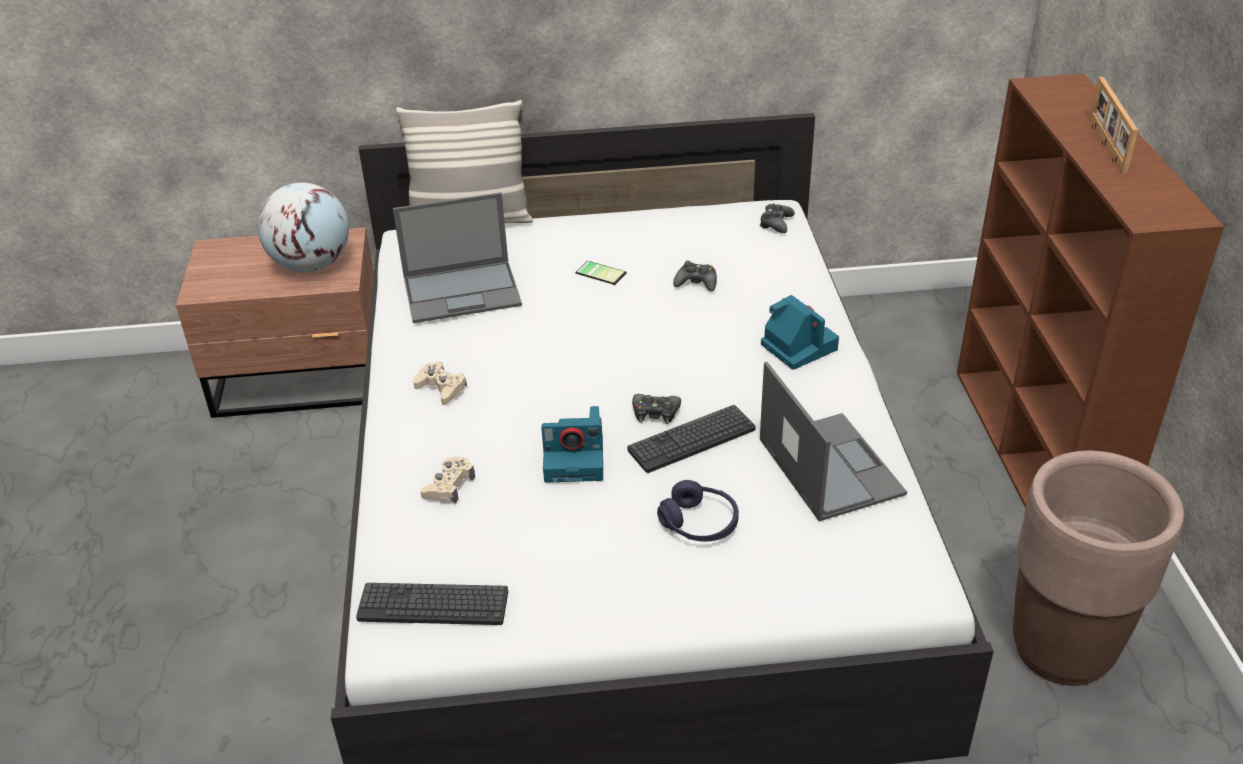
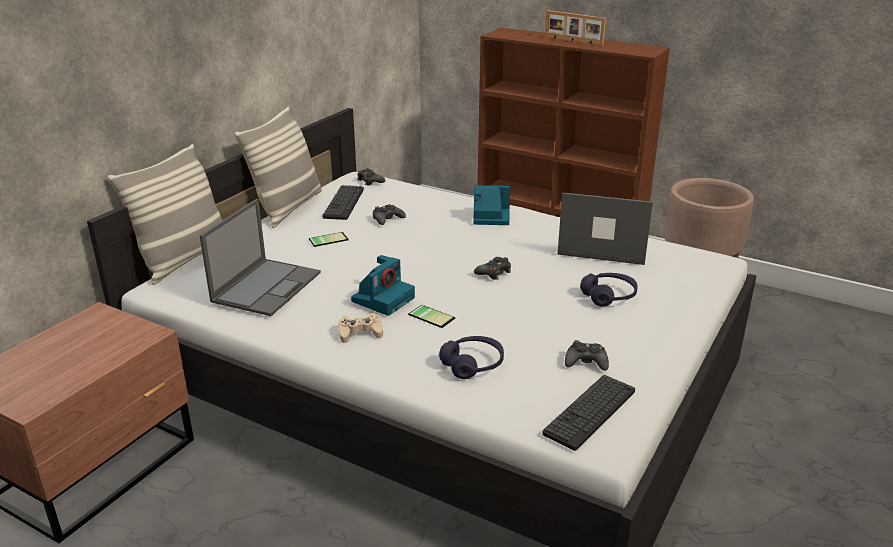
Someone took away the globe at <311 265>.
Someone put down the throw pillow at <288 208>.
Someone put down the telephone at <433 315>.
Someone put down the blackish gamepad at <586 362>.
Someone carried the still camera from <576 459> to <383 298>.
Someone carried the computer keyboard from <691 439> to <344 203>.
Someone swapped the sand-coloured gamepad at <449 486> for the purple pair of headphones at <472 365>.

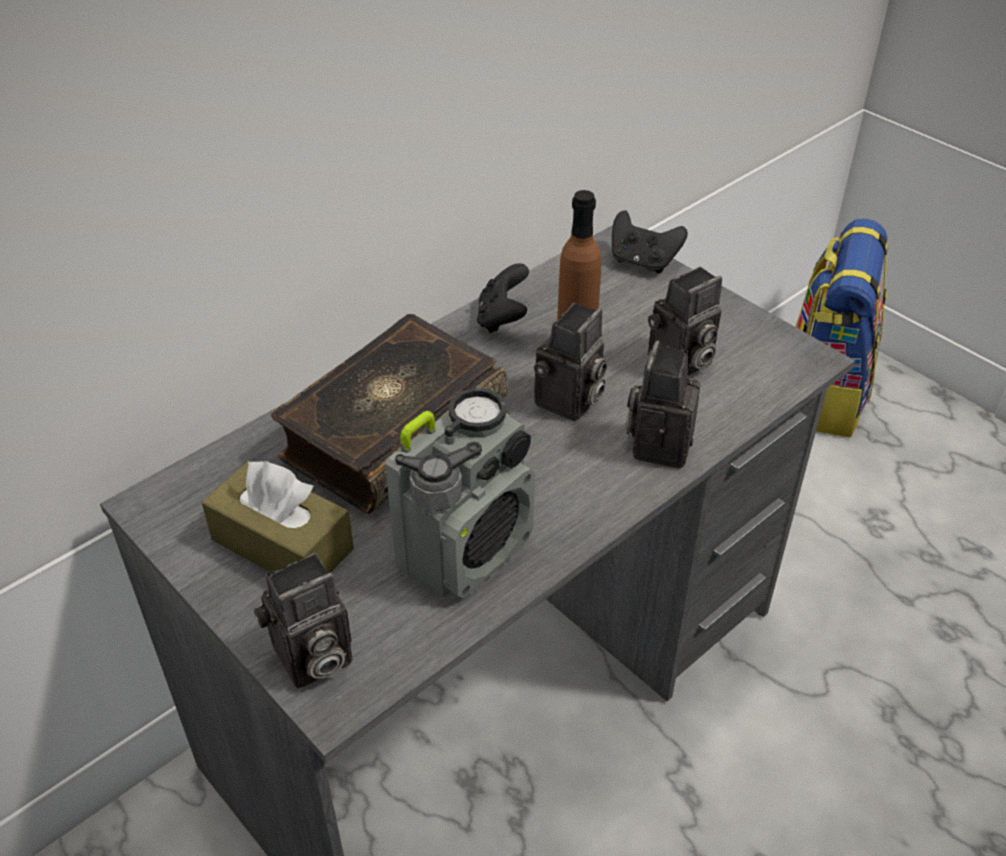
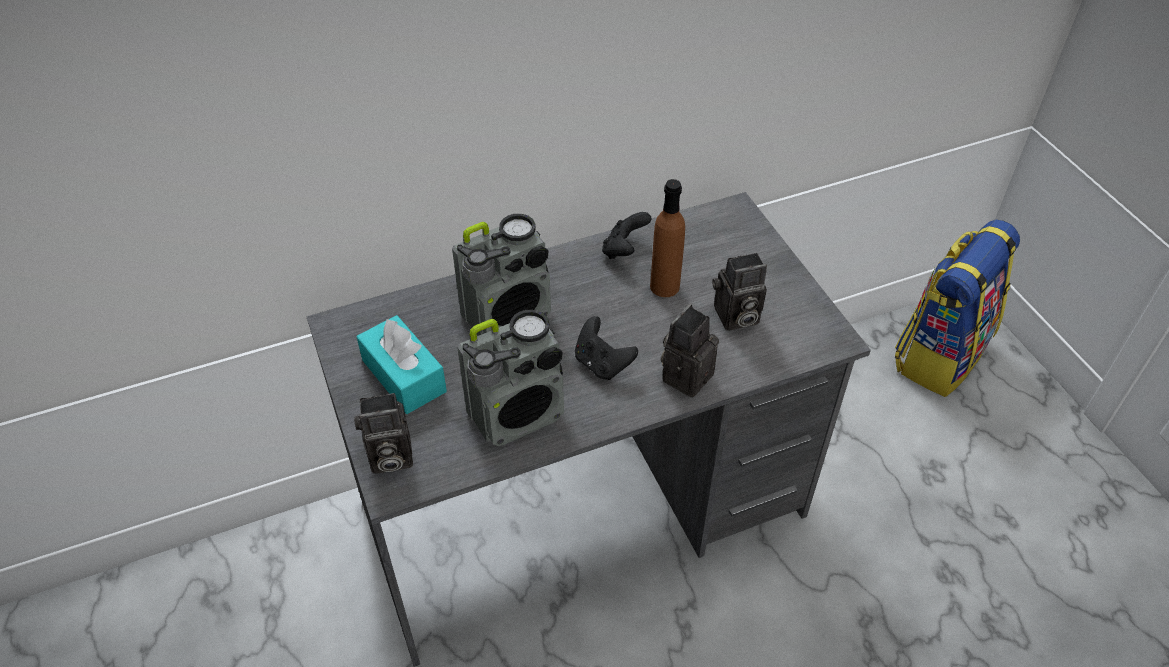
Someone took away the still camera at <569 403>.
Someone carried the blackish gamepad from <642 262> to <602 364>.
Someone swapped the book at <392 431> for the radio receiver at <508 315>.
Someone repainted the brown-coloured tissue holder at <282 544>, which became the blue-green tissue holder at <404 376>.

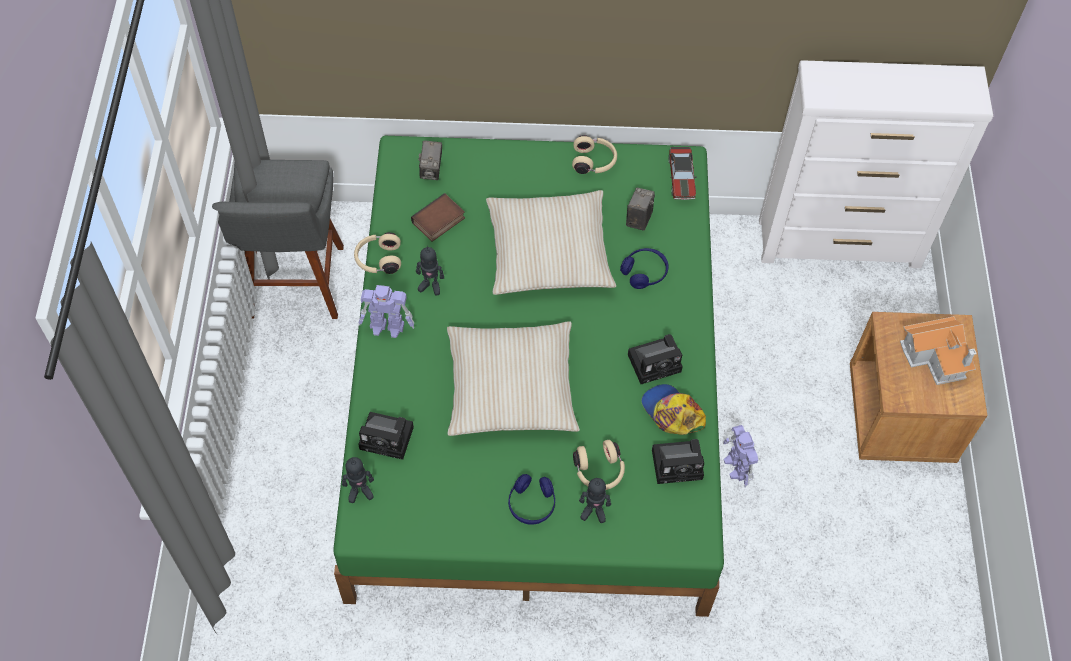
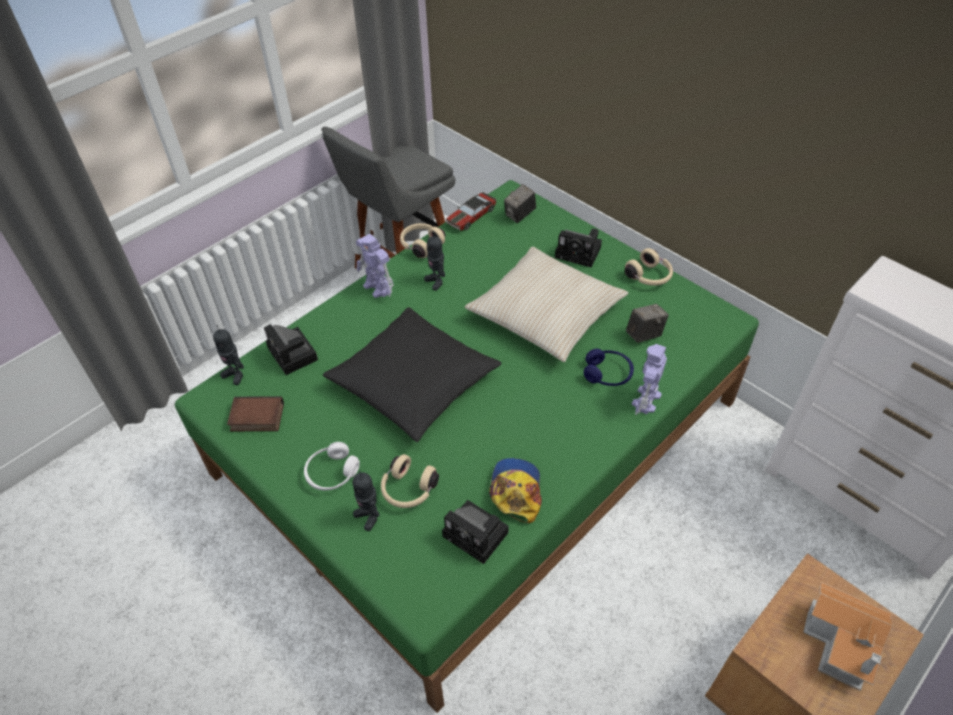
Someone carried the book from <438 221> to <256 418>.
Someone carried the still camera from <656 362> to <580 253>.
Someone carried the miniature car from <681 178> to <471 216>.
Someone carried the model robot from <737 467> to <646 400>.
Someone repainted the sand-coloured throw pillow at <511 387>, which became the blackish throw pillow at <413 382>.
Someone repainted the blue pair of headphones at <531 504>, which became the white-coloured pair of headphones at <332 473>.

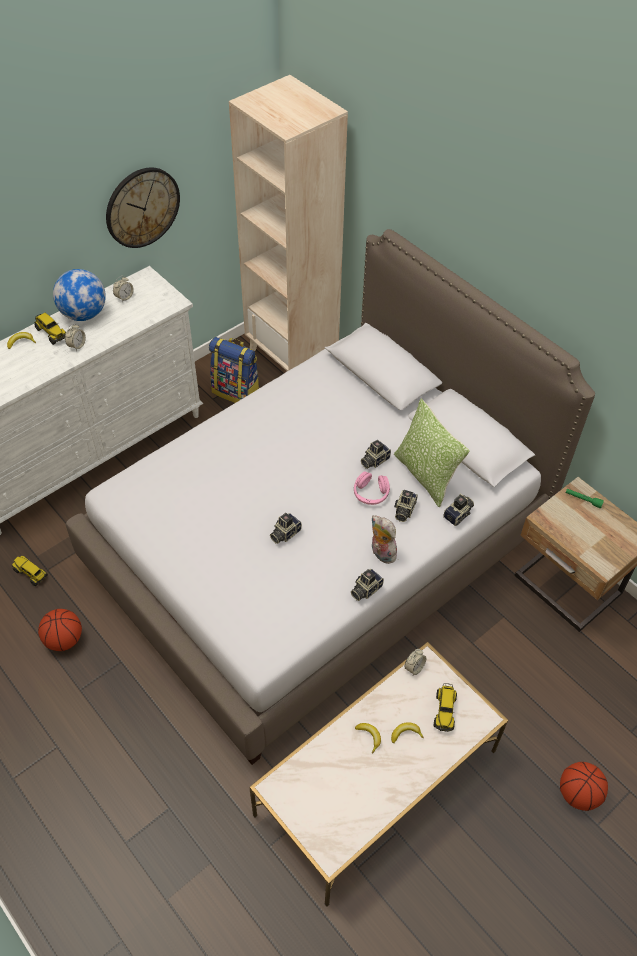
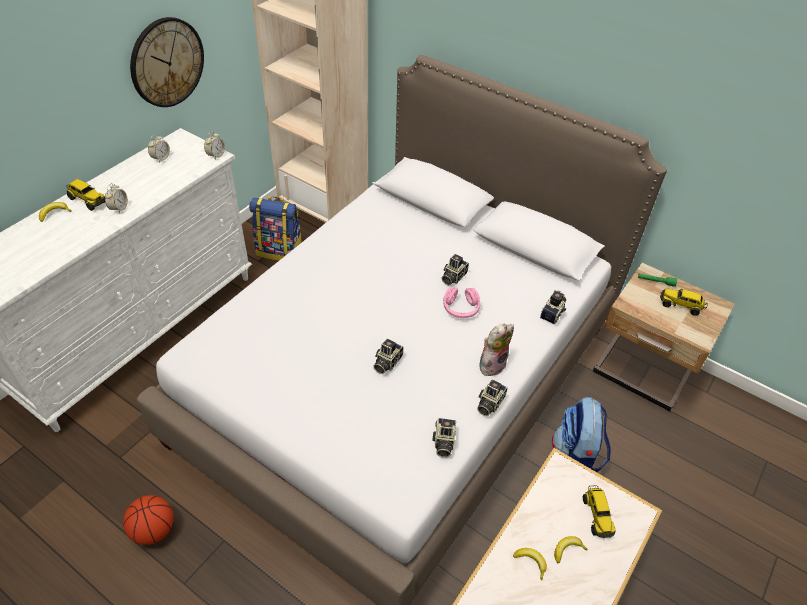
Someone took away the globe at <84 314>.
Someone took away the throw pillow at <425 475>.
Someone took away the basketball at <578 794>.
Someone put down the backpack at <575 457>.
Someone carried the toy truck from <31 573> to <680 305>.
Someone carried the still camera from <403 510> to <443 442>.
Someone carried the alarm clock from <414 667> to <216 155>.
Someone rotated the plush toy at <381 553> by 105 degrees clockwise.

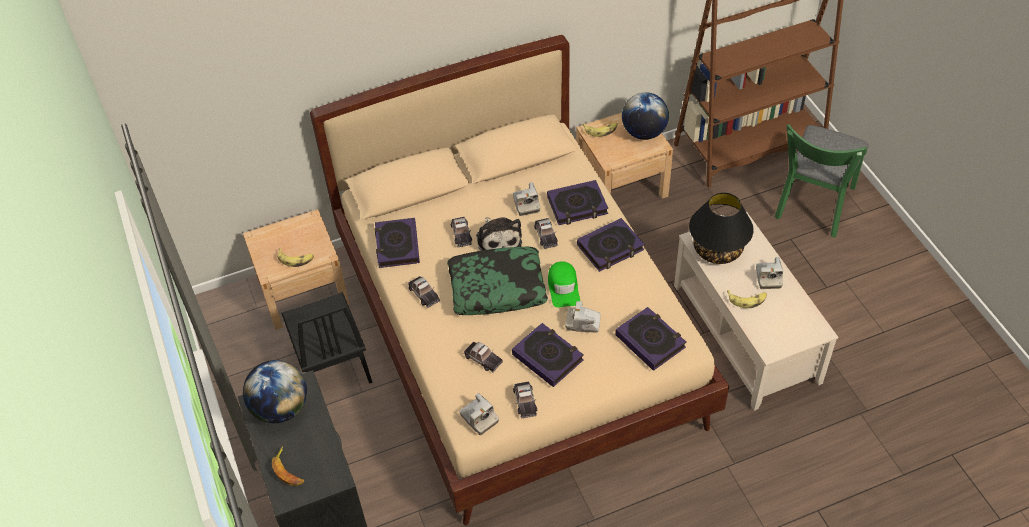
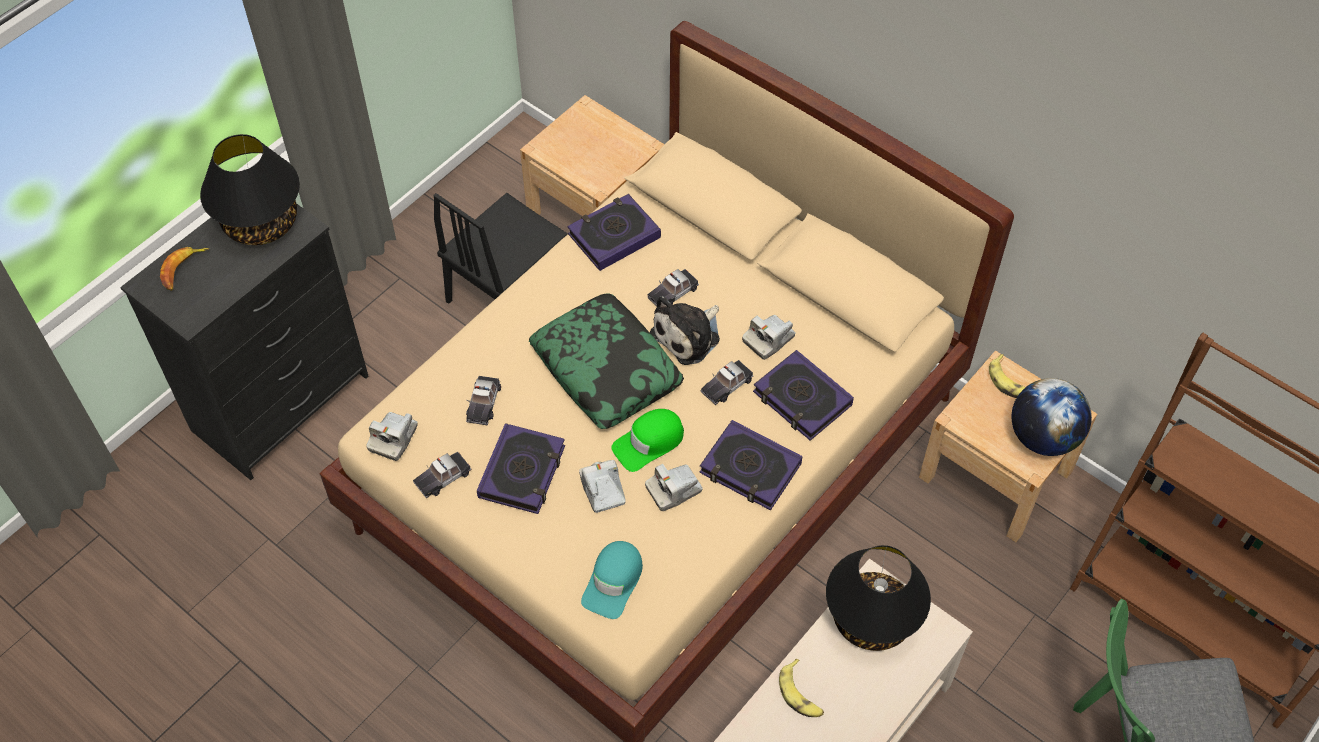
Someone took away the banana at <296 259>.
Someone took away the miniature car at <424 294>.
Someone carried the still camera from <768 277> to <673 490>.
Someone swapped the globe at <280 408> for the blackish tabletop lamp at <262 223>.
Someone swapped the book at <650 341> for the blue-green peaked cap at <613 582>.

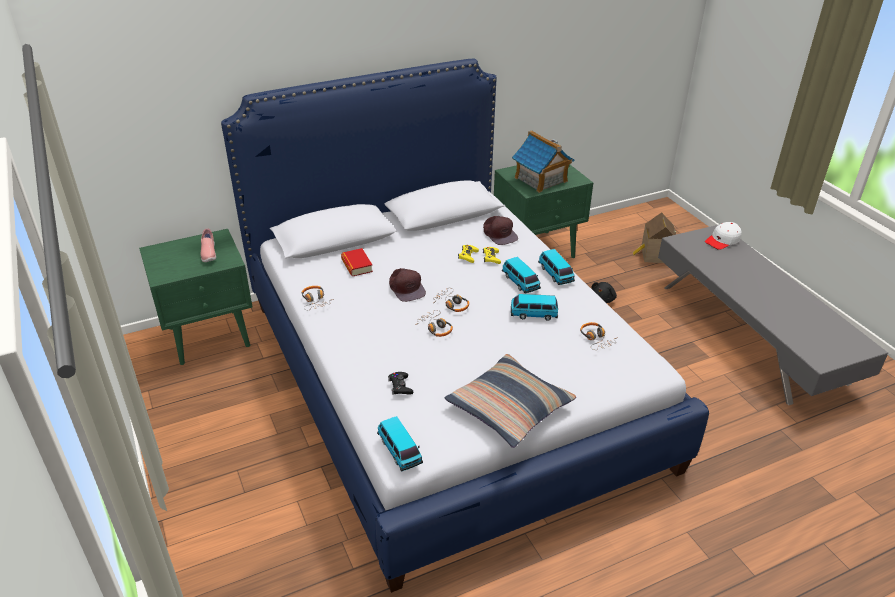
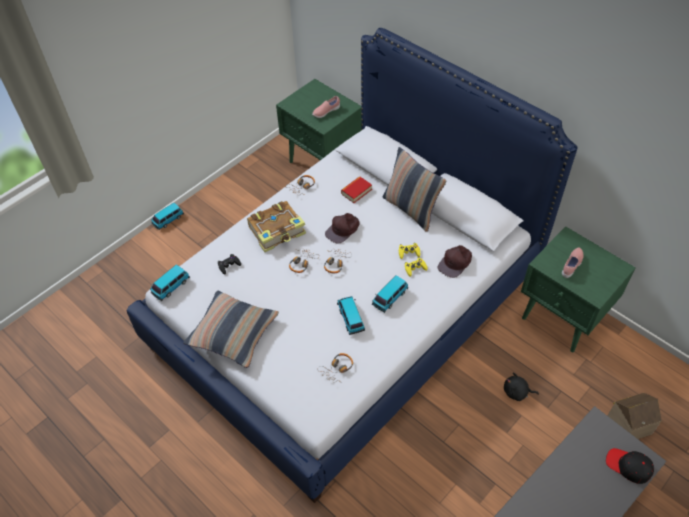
Someone put down the book at <277 231>.
Someone put down the throw pillow at <411 209>.
Someone carried the miniature car from <555 274> to <168 220>.
Someone swapped the toy house at <541 180> for the pink low shoe at <572 266>.
Someone repainted the white-coloured peaked cap at <722 240>, which became the blackish peaked cap at <628 466>.

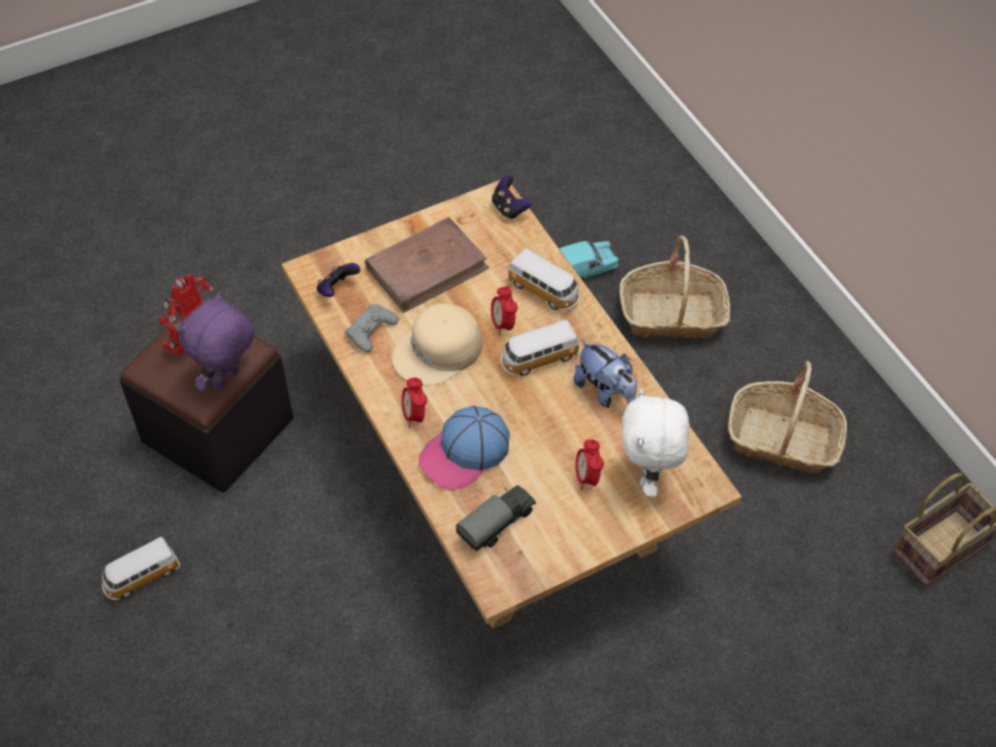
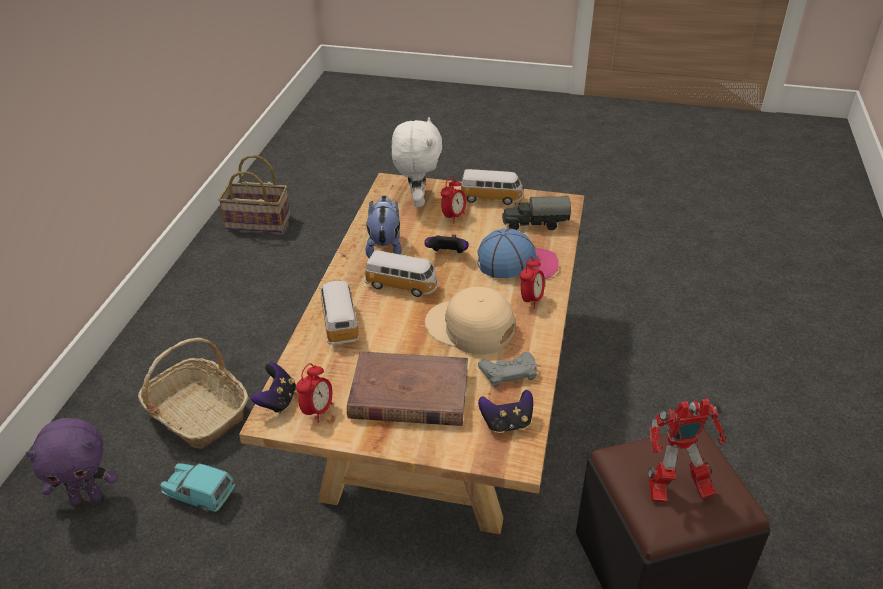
Someone took away the storage basket at <783 440>.
Someone put down the gamepad at <447 255>.
Someone carried the miniature car from <141 577> to <491 198>.
Someone carried the purple plush toy from <227 380> to <87 498>.
Someone carried the alarm clock from <503 324> to <317 411>.
Someone rotated the sand-coloured peaked cap at <439 352> by 150 degrees counterclockwise.
Someone rotated the white-coloured plush toy at <649 477> by 45 degrees counterclockwise.

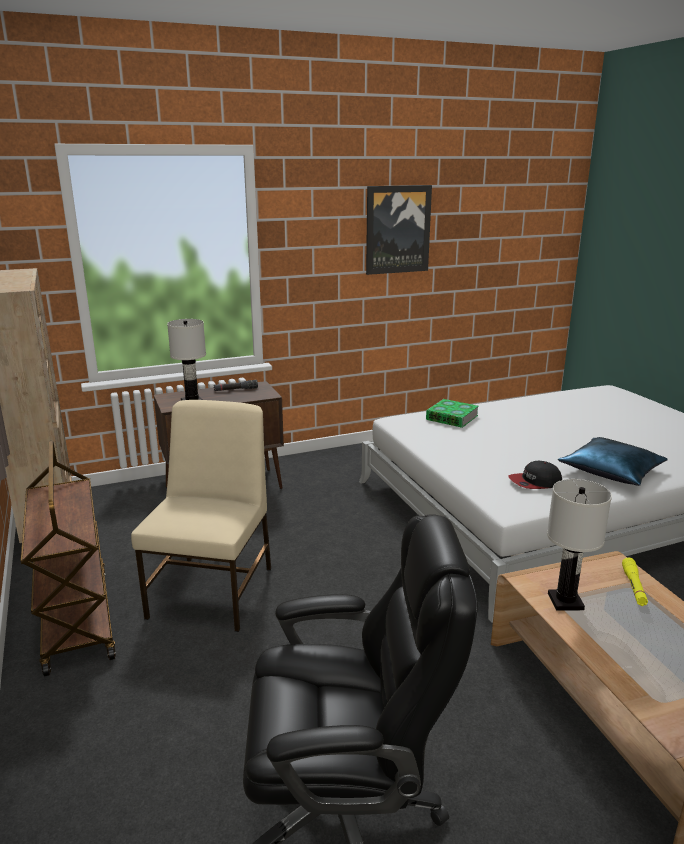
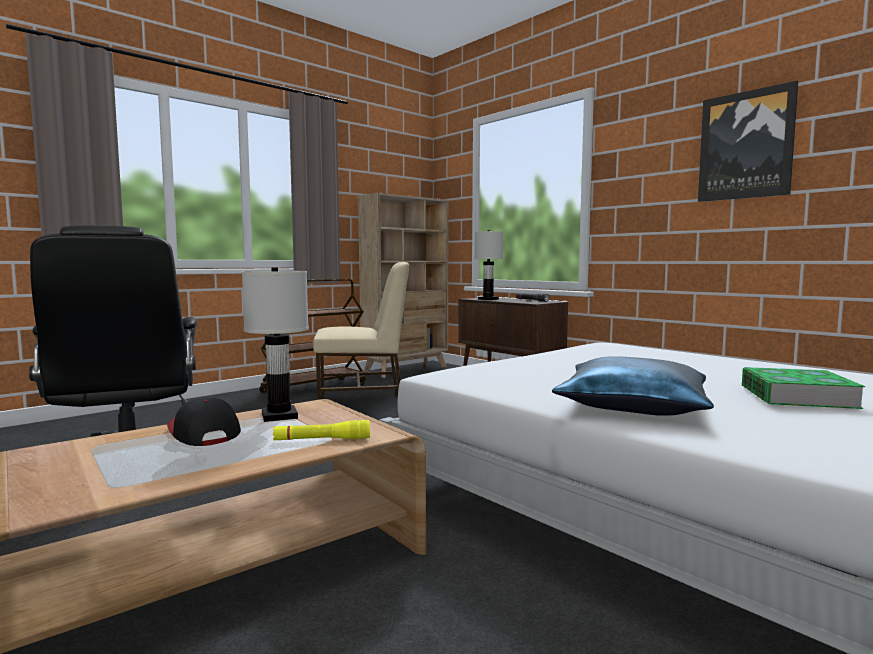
Someone carried the book from <452 417> to <797 396>.
Someone carried the peaked cap from <535 483> to <203 432>.

